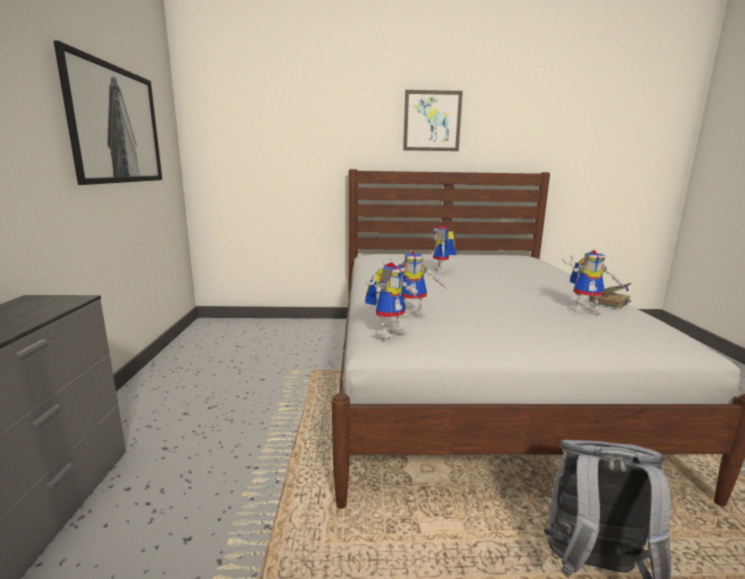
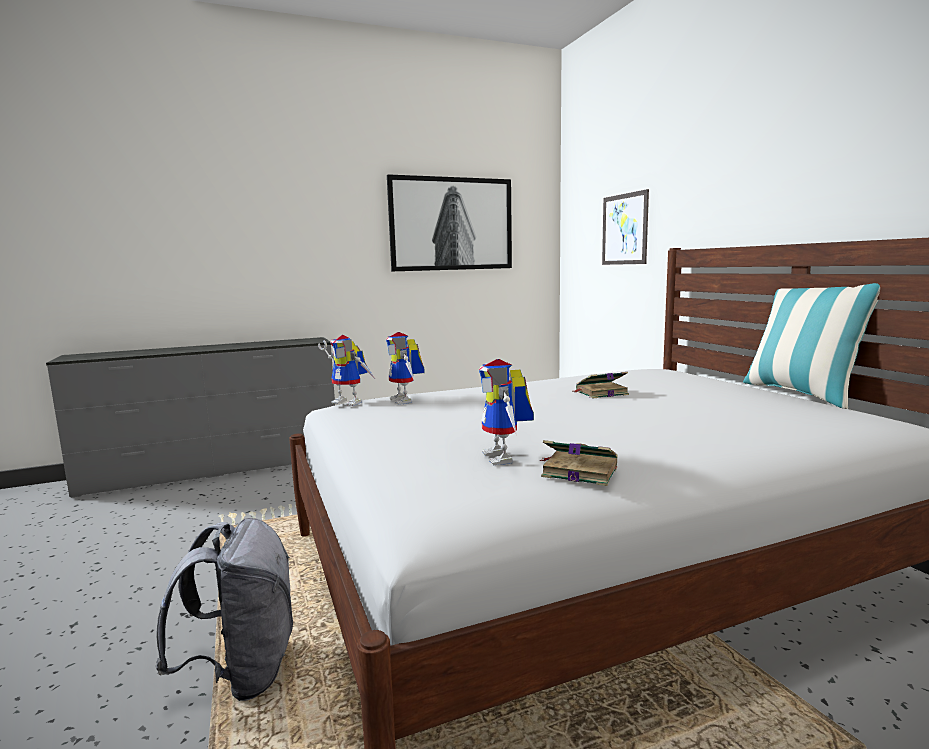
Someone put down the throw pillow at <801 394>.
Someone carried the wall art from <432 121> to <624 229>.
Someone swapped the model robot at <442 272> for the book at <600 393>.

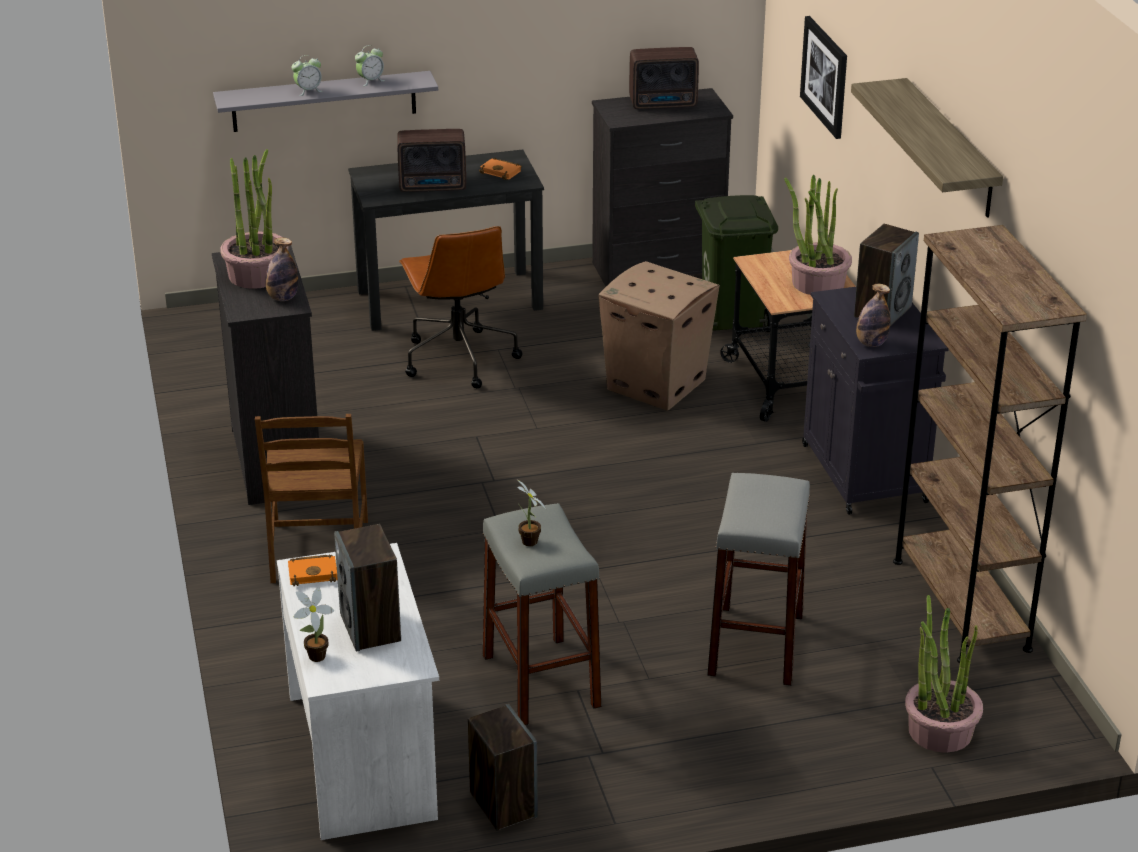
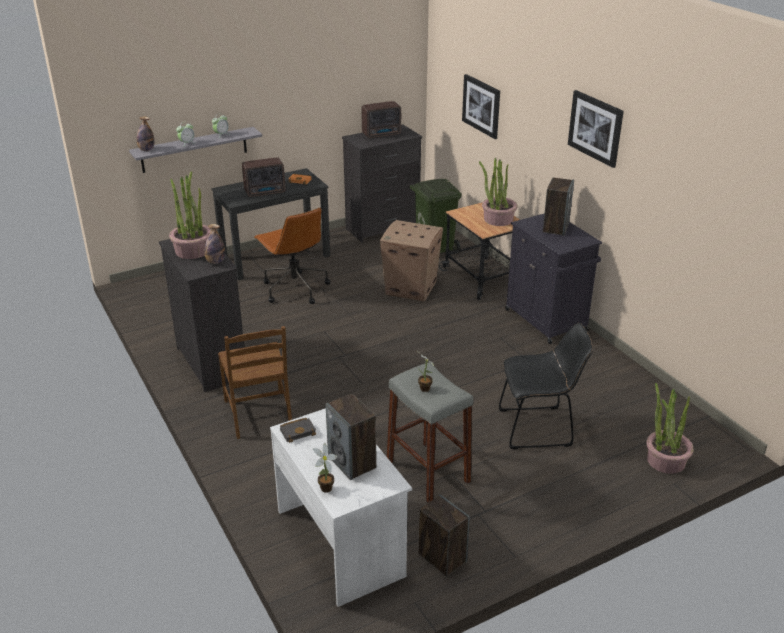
Someone took away the brown-coloured bookshelf at <960 604>.
Someone carried the beverage bottle from <871 343> to <146 150>.
Someone swapped the grey stool seat at <755 645> for the blackish chair at <539 427>.
Someone swapped the bracket shelf at <950 149> for the wall art at <595 128>.
Someone repainted the orange book at <314 573>, which became the blackish book at <298 431>.

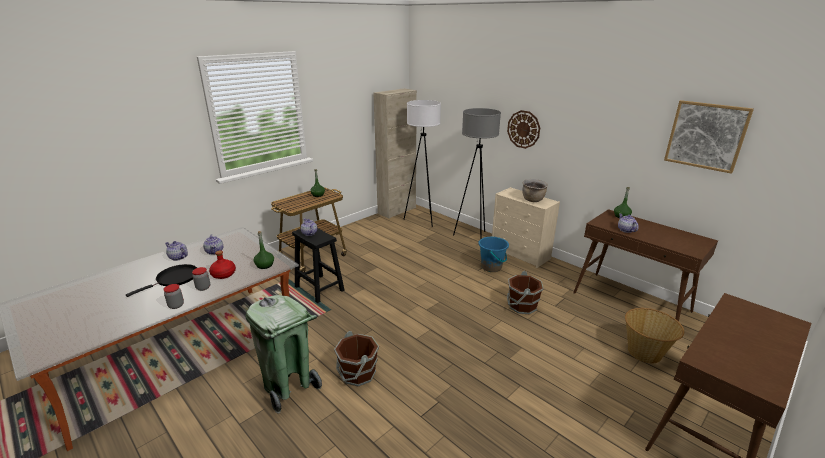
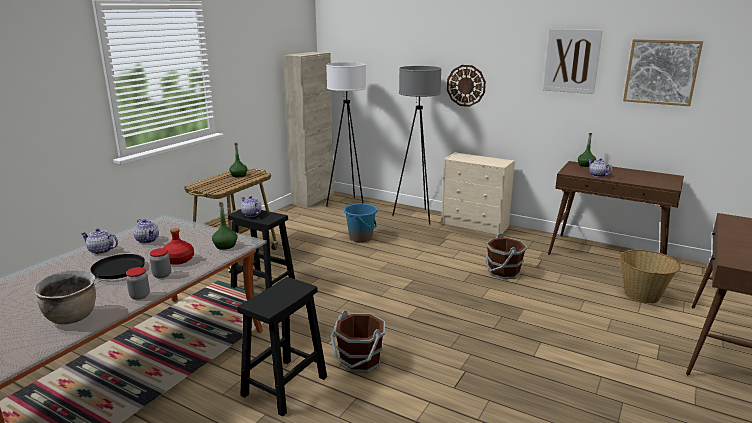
Someone put up the wall art at <572 61>.
Someone carried the blue water bucket from <491 267> to <361 238>.
Someone carried the brown-coloured stockpot from <533 200> to <72 317>.
Someone swapped the greenish trash can at <289 387> for the blackish stool seat at <284 387>.

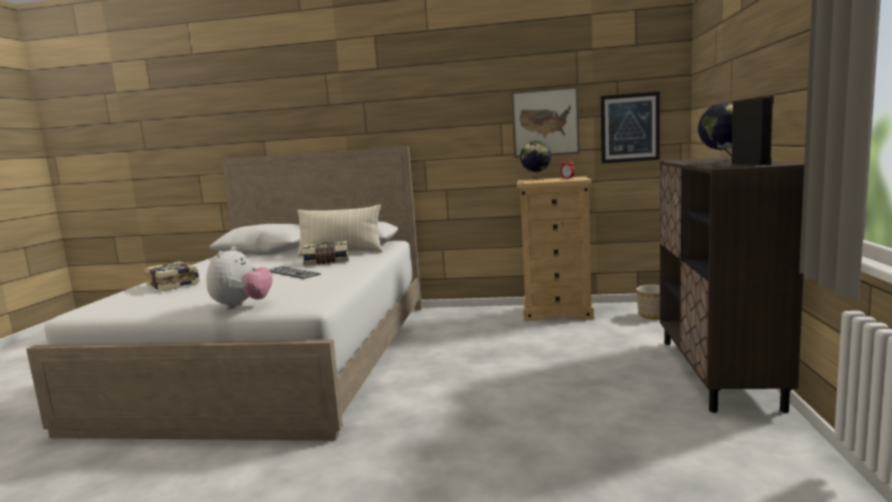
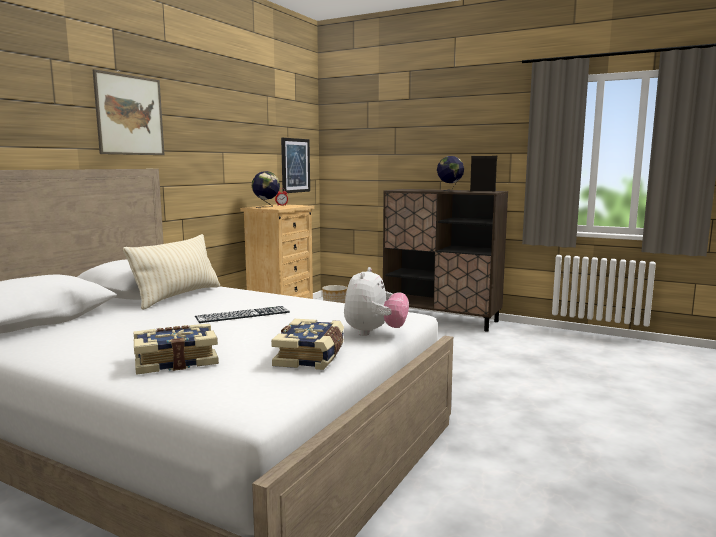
Someone carried the book from <326 261> to <311 357>.
Someone carried the wall art from <545 122> to <130 115>.
Someone rotated the plush toy at <242 306> by 75 degrees clockwise.

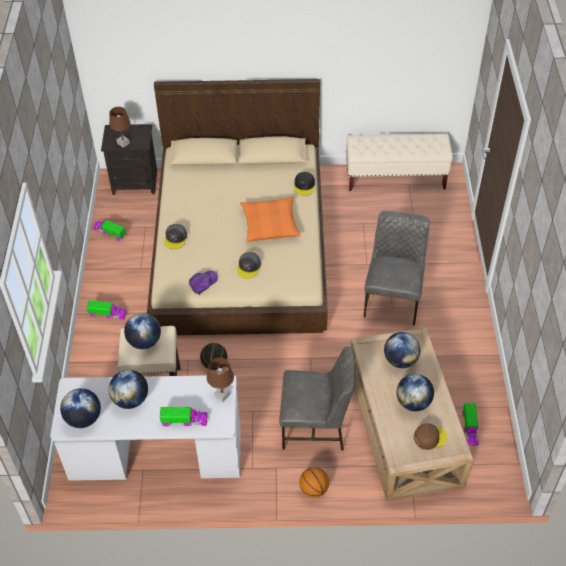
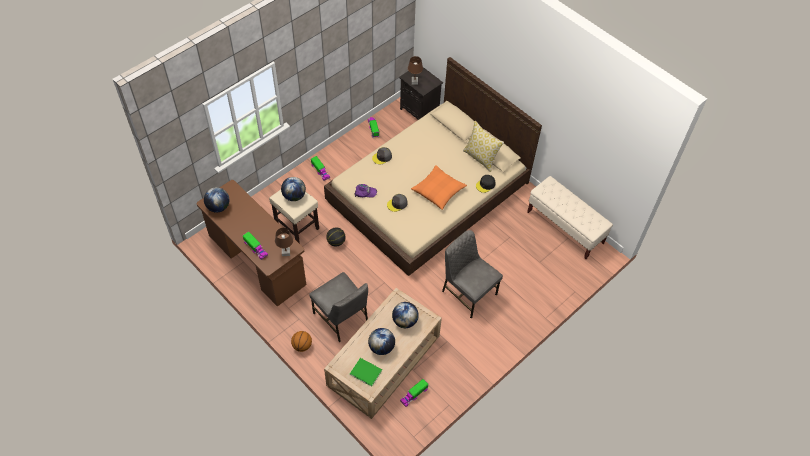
Someone took away the globe at <131 399>.
Someone put down the throw pillow at <481 158>.
Someone swapped the brown-coloured peaked cap at <429 437> for the greenish book at <365 371>.
Someone repainted the white-coloured desk unit at <156 455>, which became the brown-coloured desk unit at <256 260>.
Someone rotated the grey chair at <393 299> by 105 degrees counterclockwise.

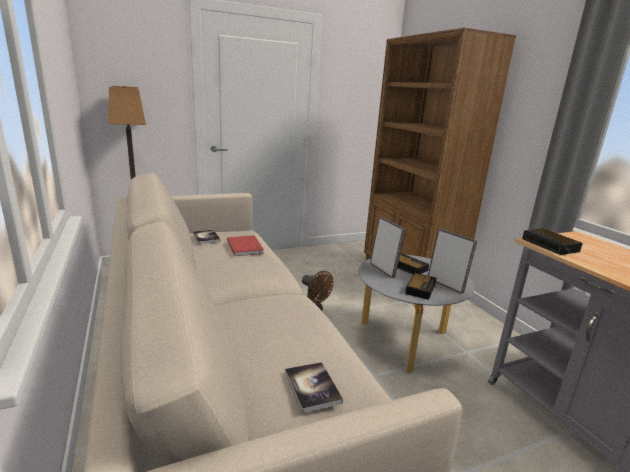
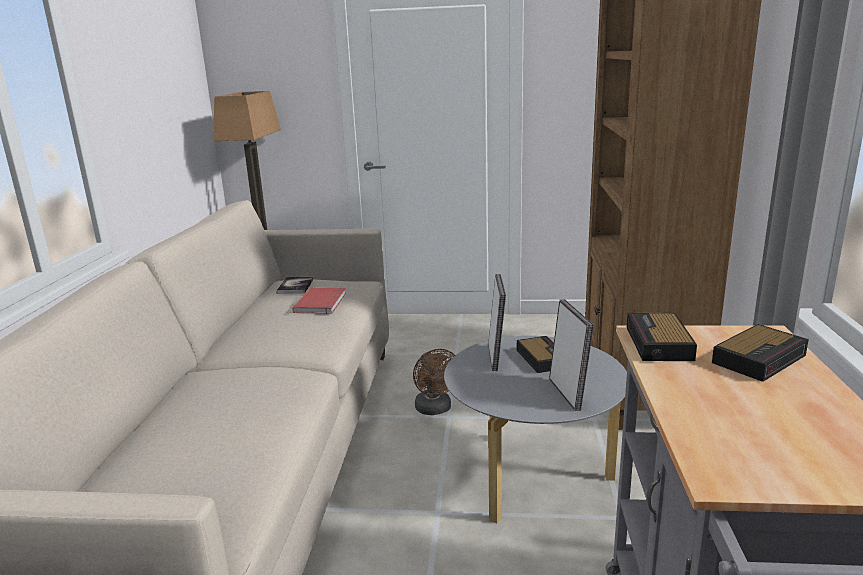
Someone took away the book at <312 387>.
Someone carried the alarm clock from <420 288> to <760 358>.

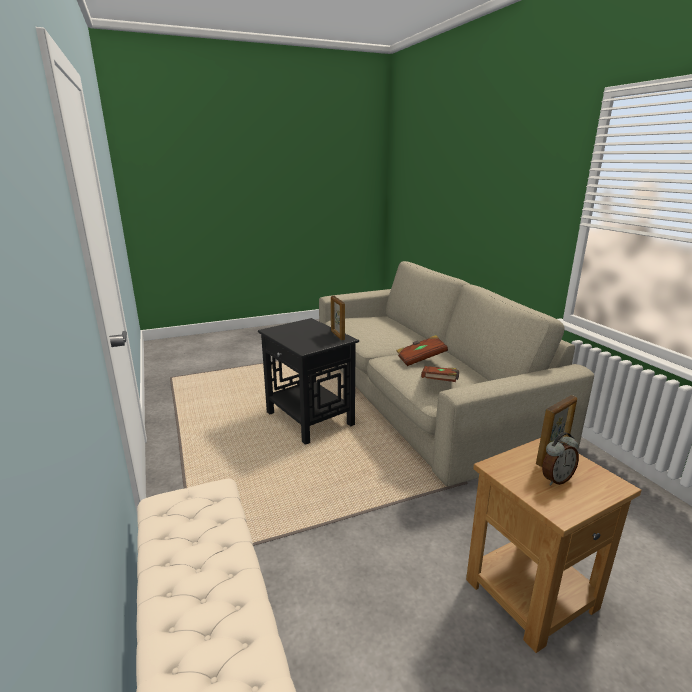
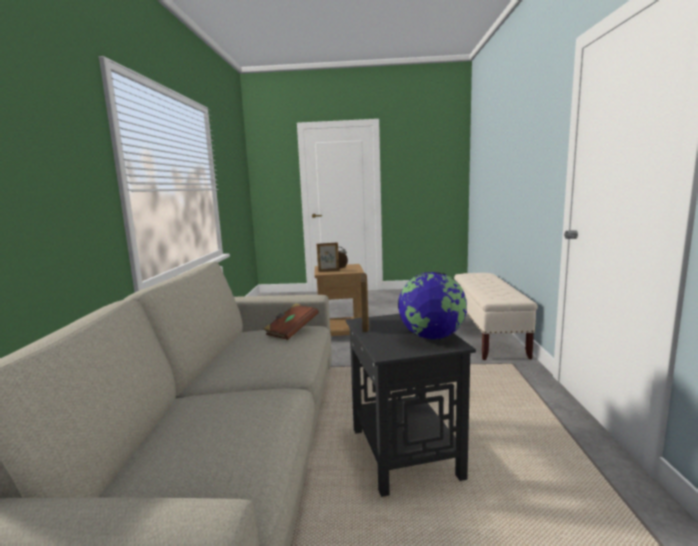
Someone took away the brown-coloured book at <420 359>.
Someone put down the globe at <432 337>.

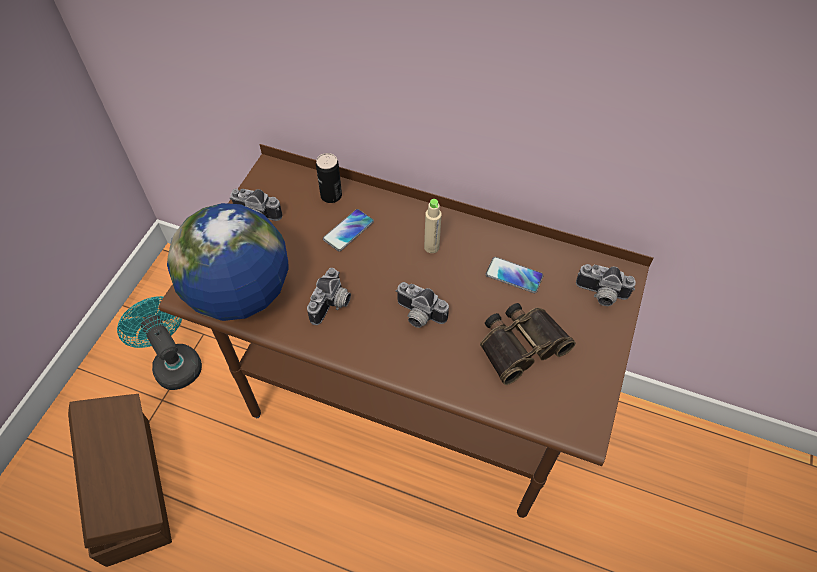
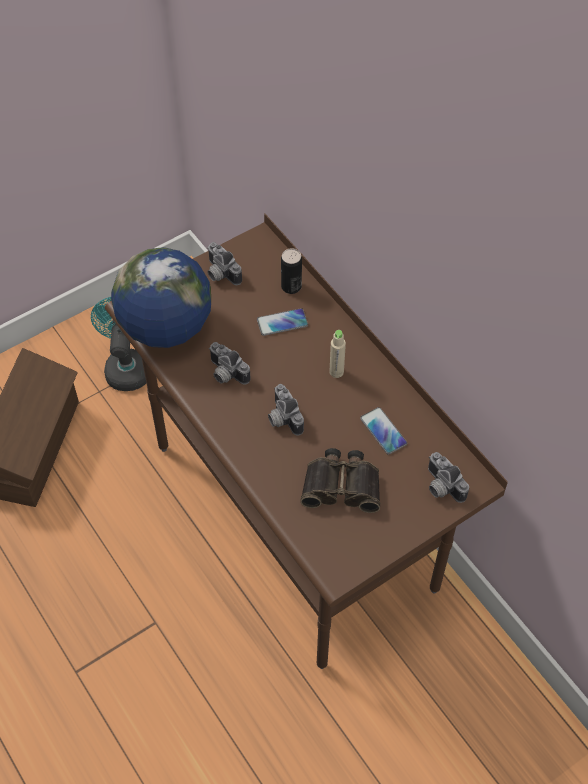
Someone rotated the still camera at <332 305> by 75 degrees clockwise.

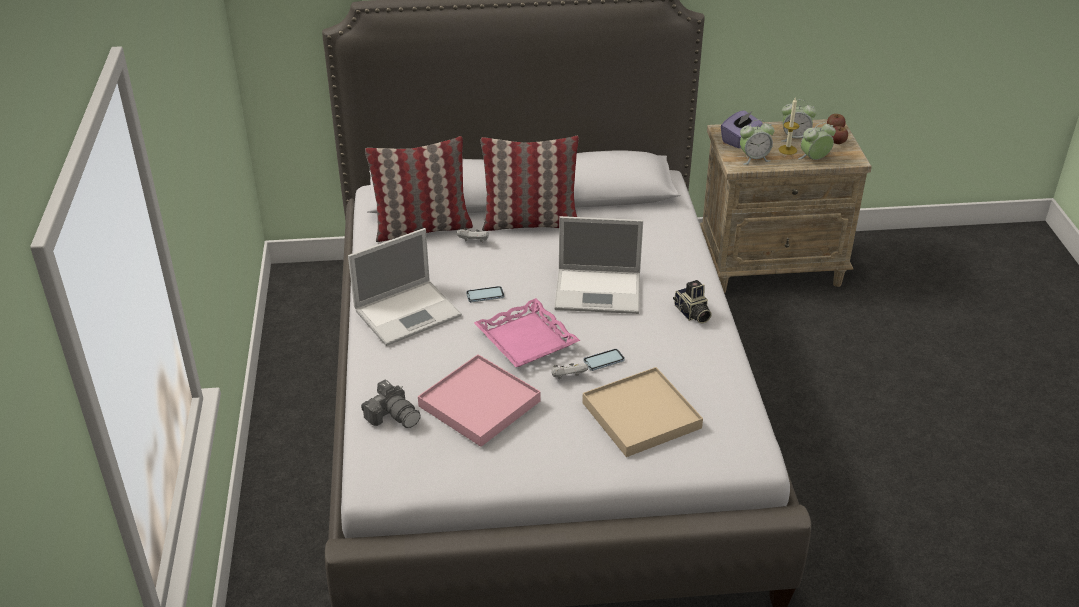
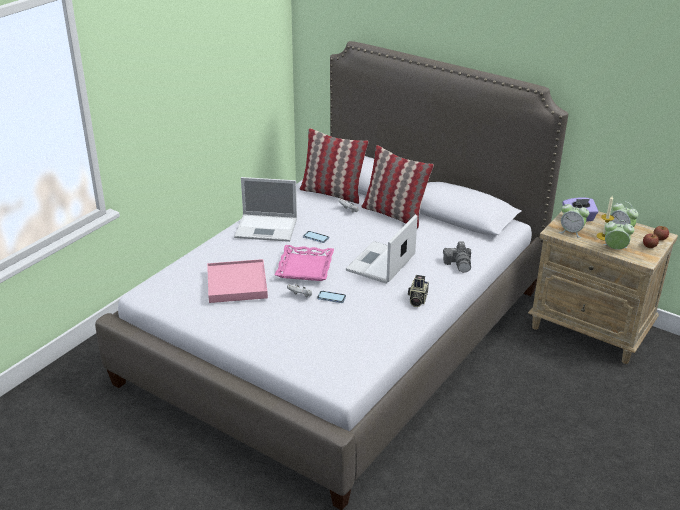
Someone took away the sand-coloured tray at <641 415>.
Someone carried the still camera from <393 415> to <459 264>.
Someone rotated the portable computer at <600 291> by 75 degrees clockwise.

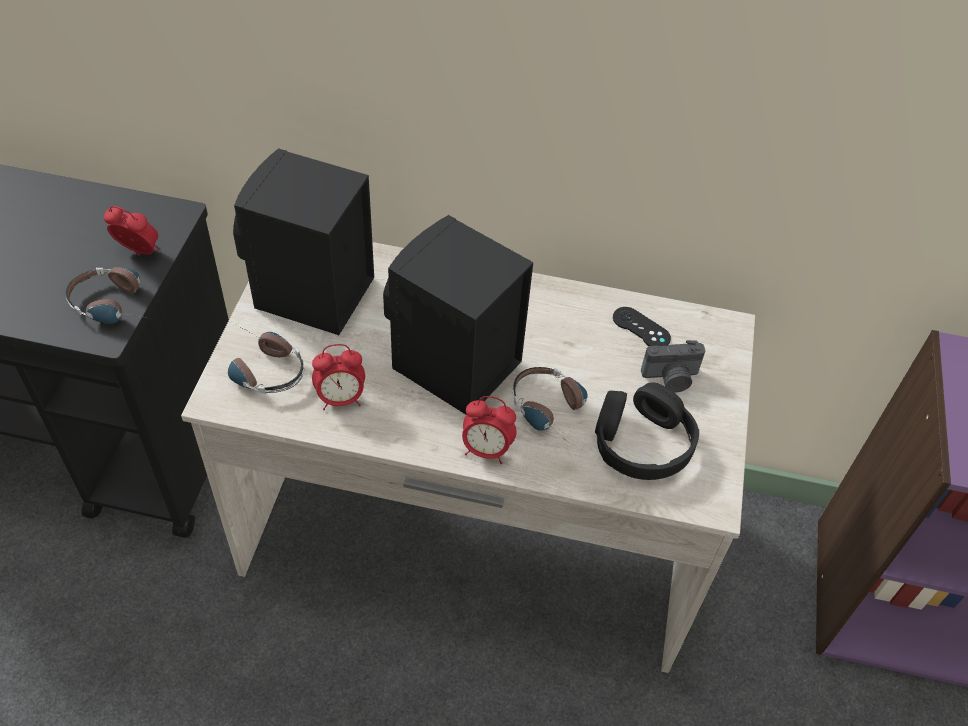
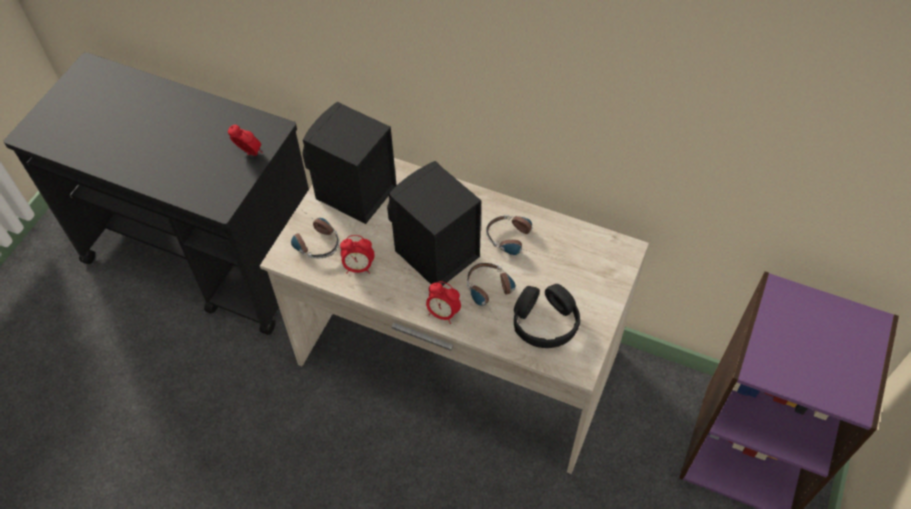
Someone took away the blackish gamepad at <641 328>.
Someone took away the still camera at <671 378>.
Someone carried the pair of headphones from <117 304> to <516 240>.

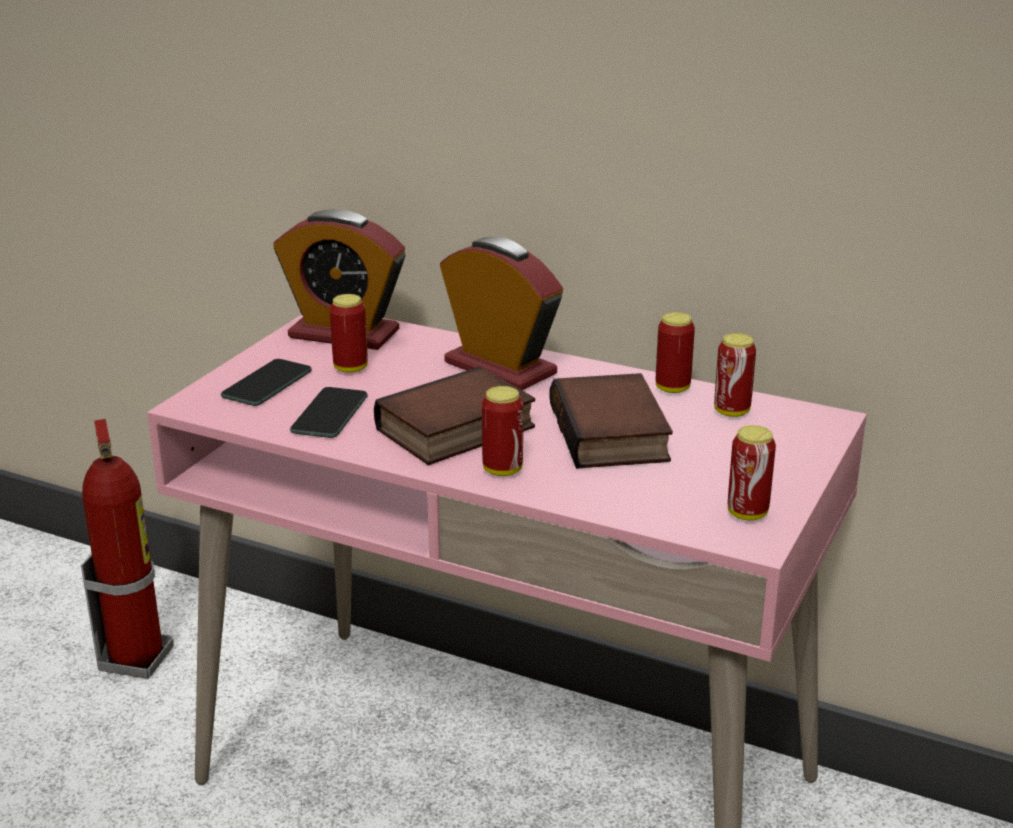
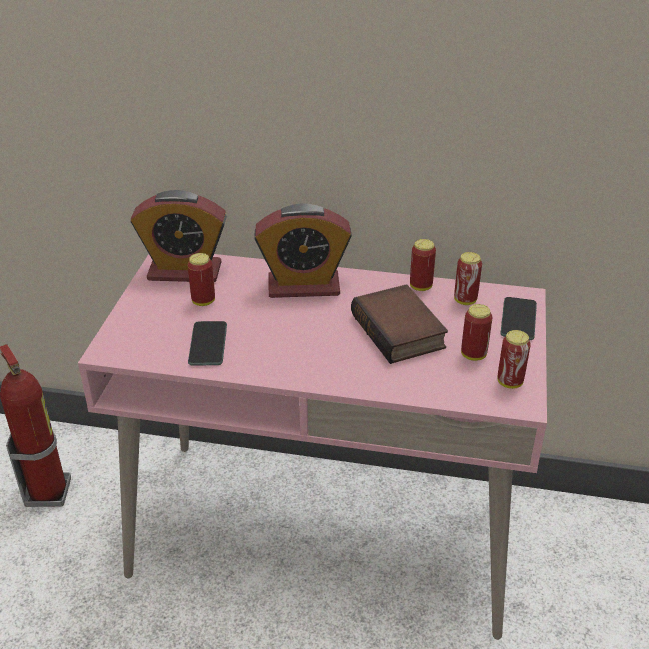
Someone took away the book at <456 431>.
Someone carried the telephone from <267 384> to <518 319>.
Someone carried the sealed can from <502 470> to <473 355>.
Someone rotated the alarm clock at <500 368> by 150 degrees clockwise.

